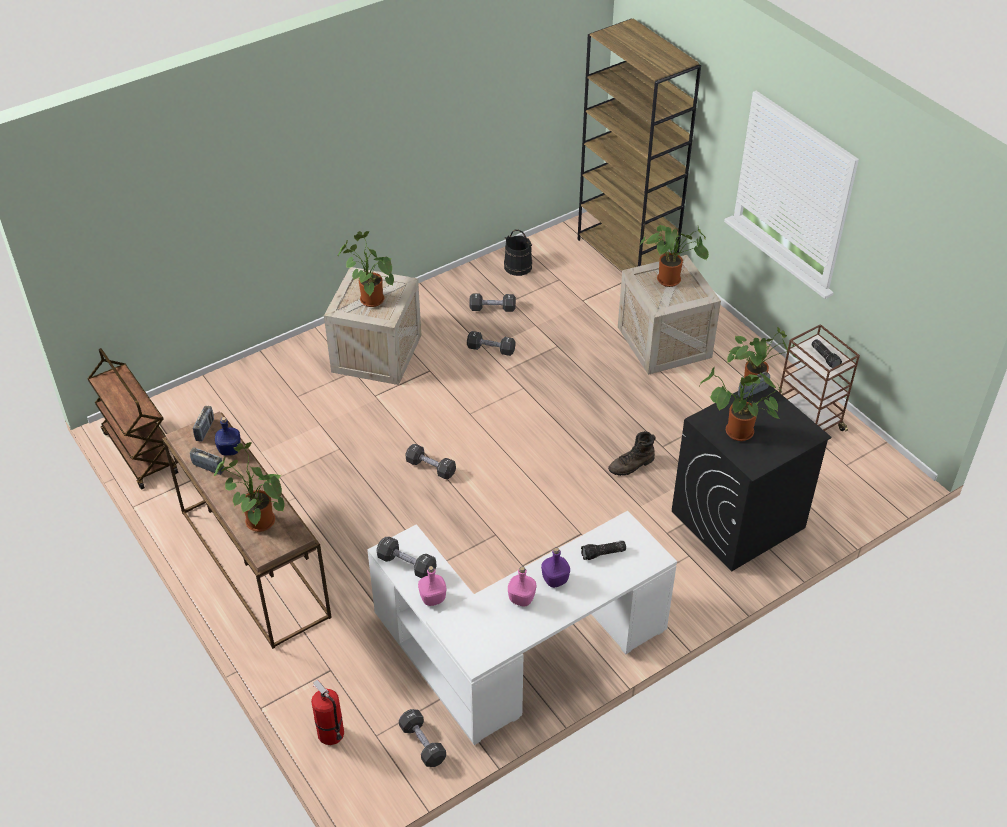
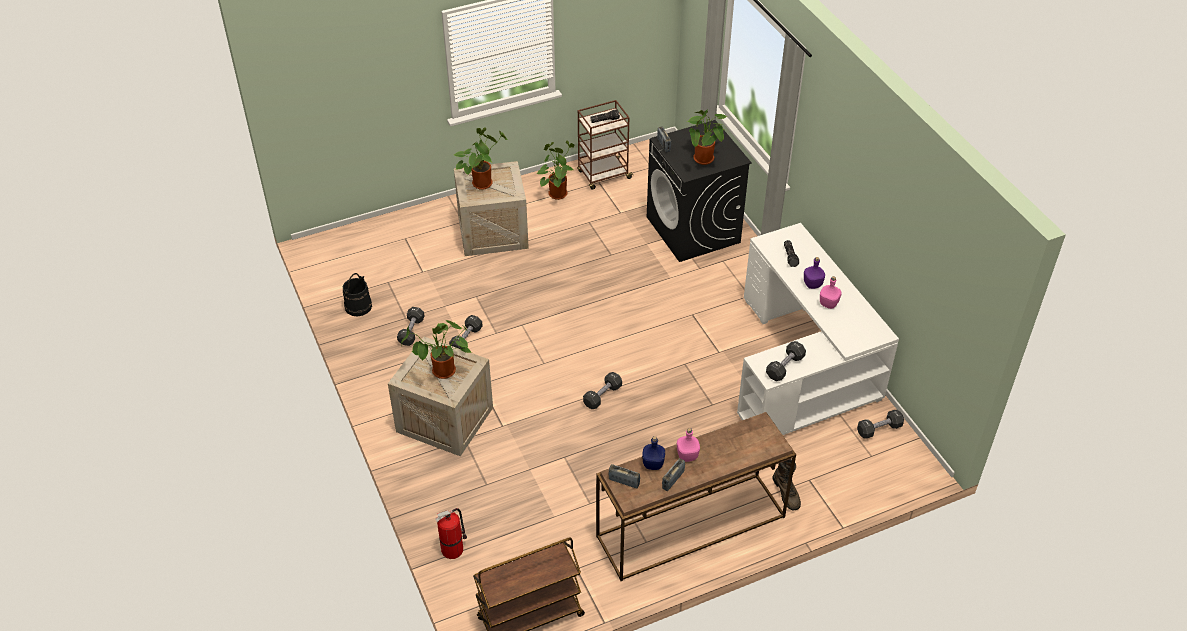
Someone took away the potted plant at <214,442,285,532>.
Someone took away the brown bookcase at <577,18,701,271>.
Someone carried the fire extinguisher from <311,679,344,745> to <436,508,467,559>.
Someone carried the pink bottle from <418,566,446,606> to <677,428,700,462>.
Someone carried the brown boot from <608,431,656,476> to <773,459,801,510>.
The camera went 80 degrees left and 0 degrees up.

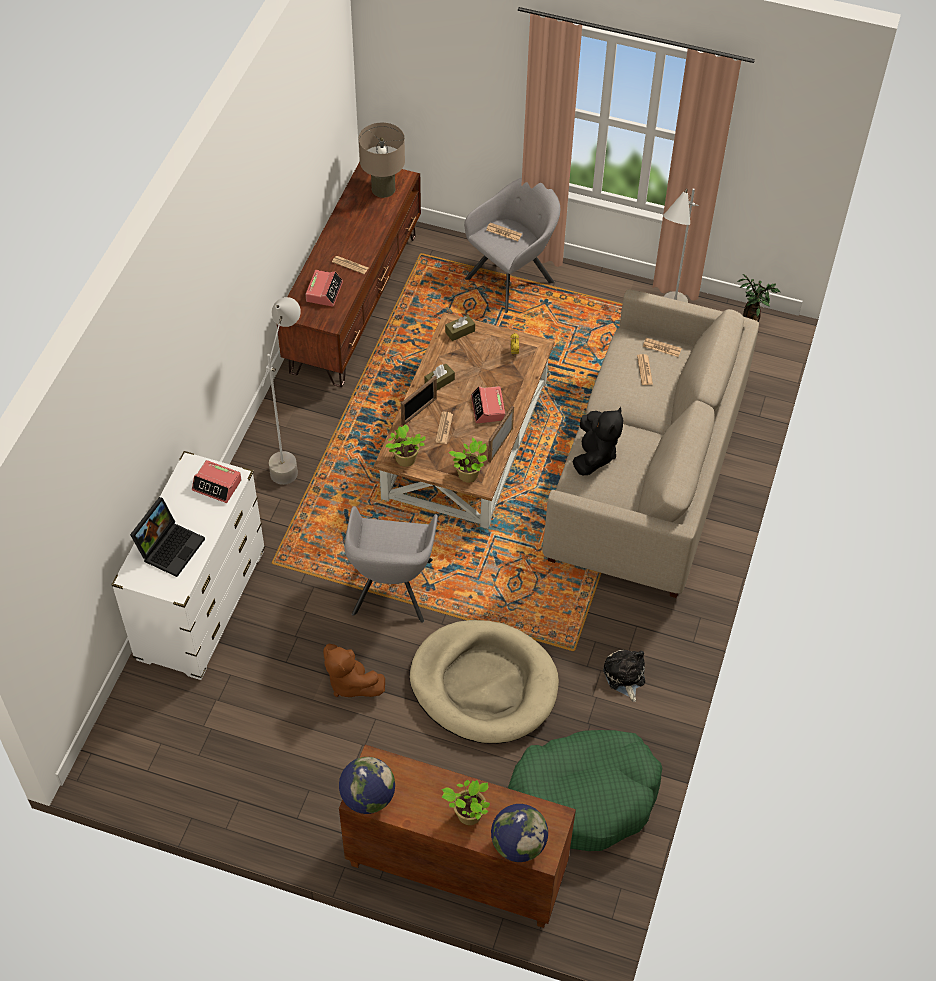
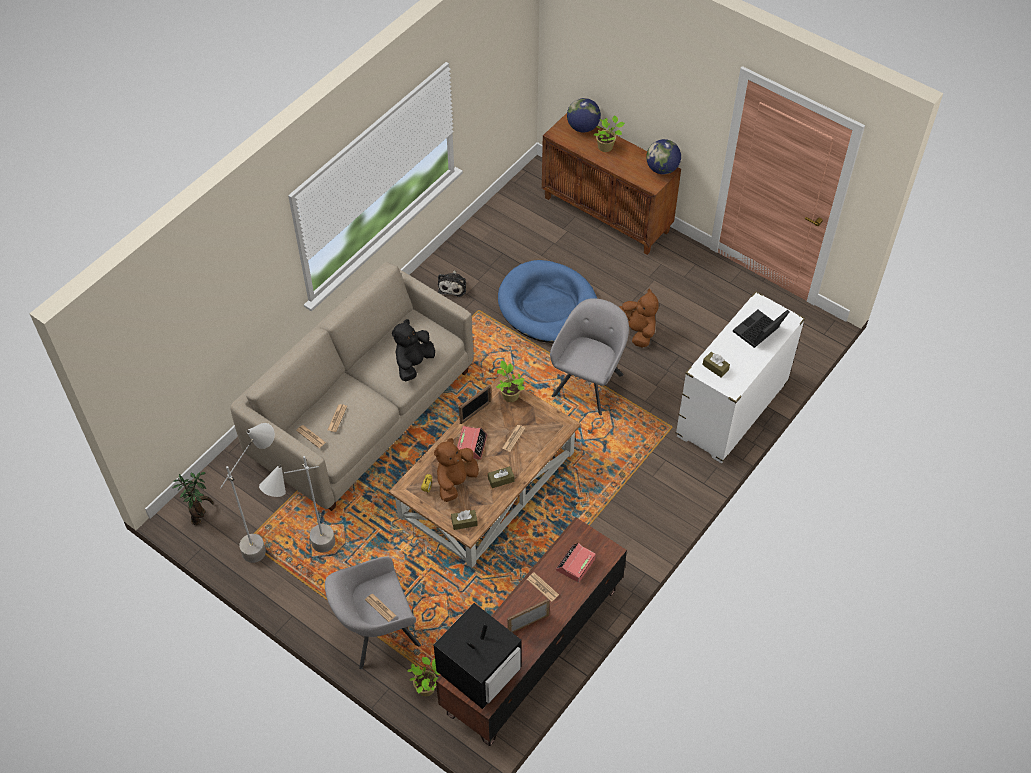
Someone took away the green dog bed at <508,730,662,851>.
Someone put down the brown plush toy at <434,438,479,502>.
Someone carried the grey floor lamp from <262,297,301,485> to <259,456,335,553>.
Someone carried the potted plant from <386,424,426,467> to <407,657,440,696>.
Someone carried the picture frame from <401,376,437,426> to <508,599,550,633>.
Someone swapped the alarm clock at <192,460,241,503> for the brown tissue box at <703,352,730,378>.
Someone swapped the beige table lamp at <359,123,405,198> for the television at <434,603,522,709>.
Someone repainted the beige dog bed at <410,620,559,744>, which became the blue dog bed at <498,260,597,343>.
The camera went 160 degrees left and 0 degrees up.

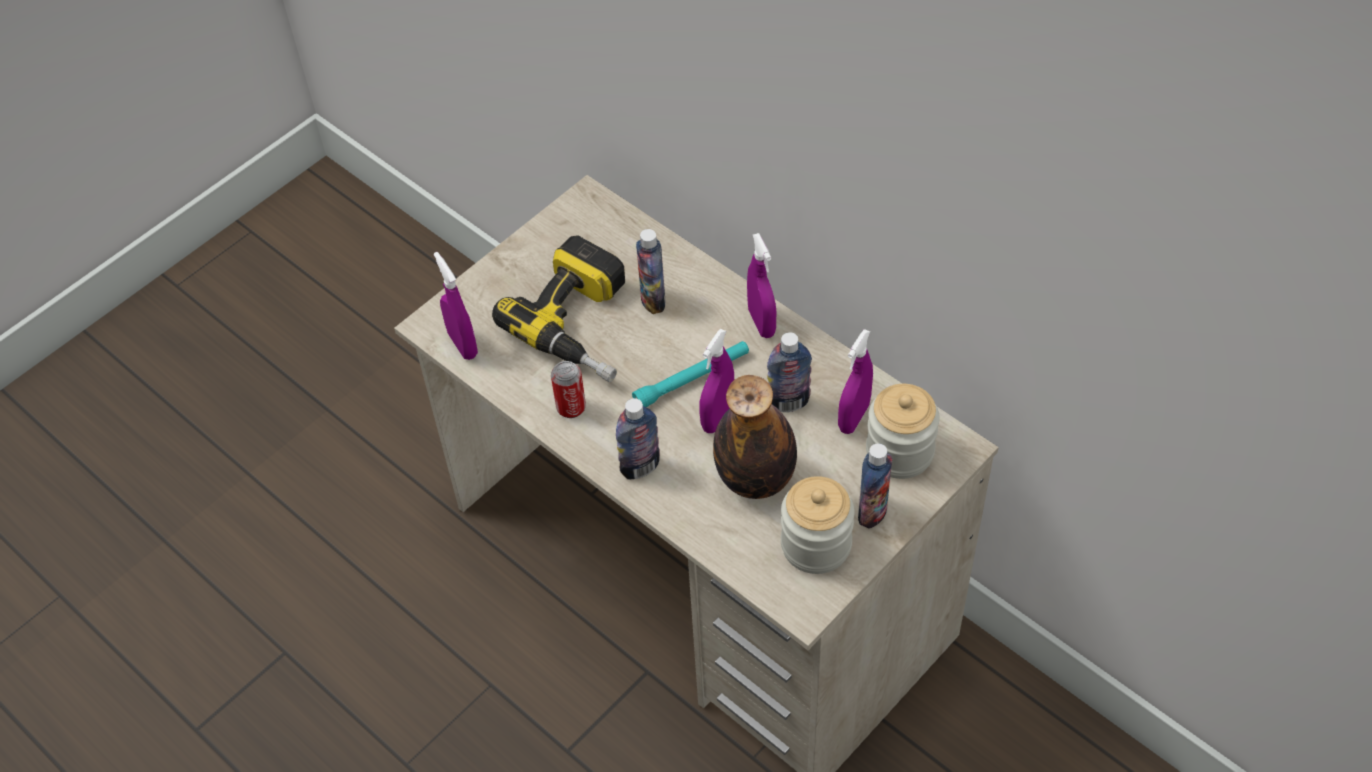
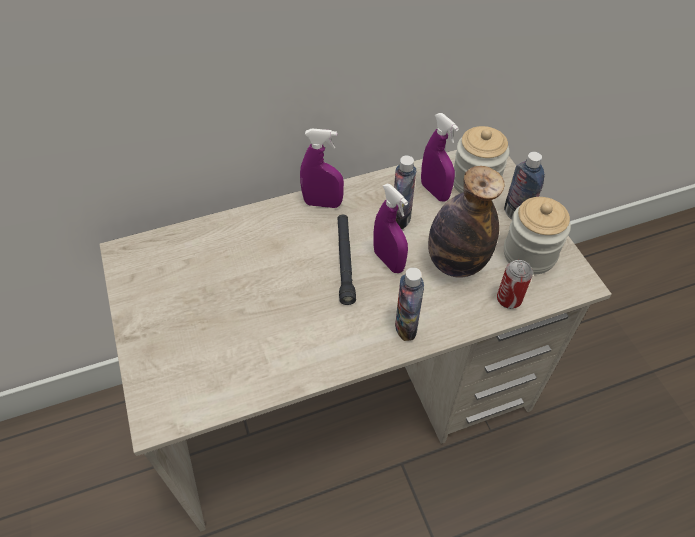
Someone took away the purple spray bottle at <434,252,478,360>.
Someone took away the power drill at <492,235,625,382>.
Someone took away the bottle at <636,229,666,314>.
Someone carried the can from <551,361,586,418> to <497,260,533,309>.
Someone repainted the turquoise flashlight at <632,341,749,407>, which became the black flashlight at <337,214,356,305>.
The camera went 65 degrees left and 0 degrees up.

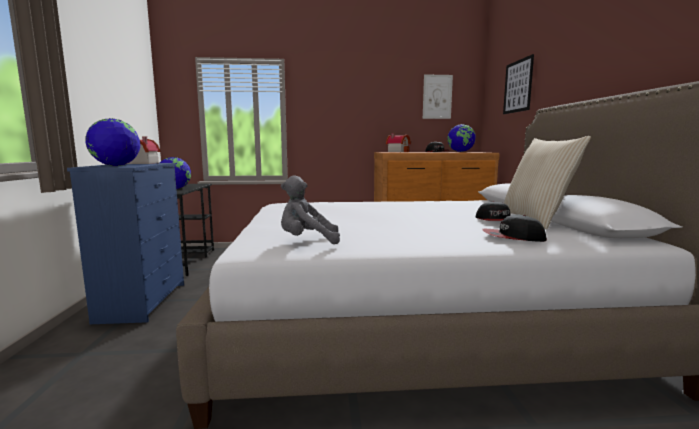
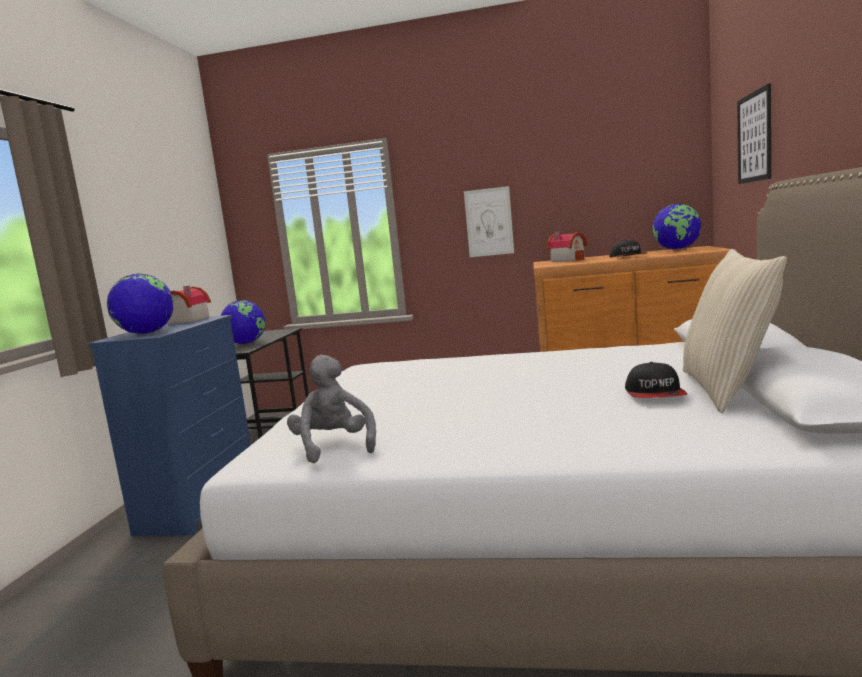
Someone took away the cap at <482,214,547,242>.
Someone carried the picture from <423,74,453,119> to <464,186,514,257>.
Someone rotated the grey plush toy at <281,175,340,244> by 60 degrees clockwise.
The camera went 15 degrees right and 0 degrees up.

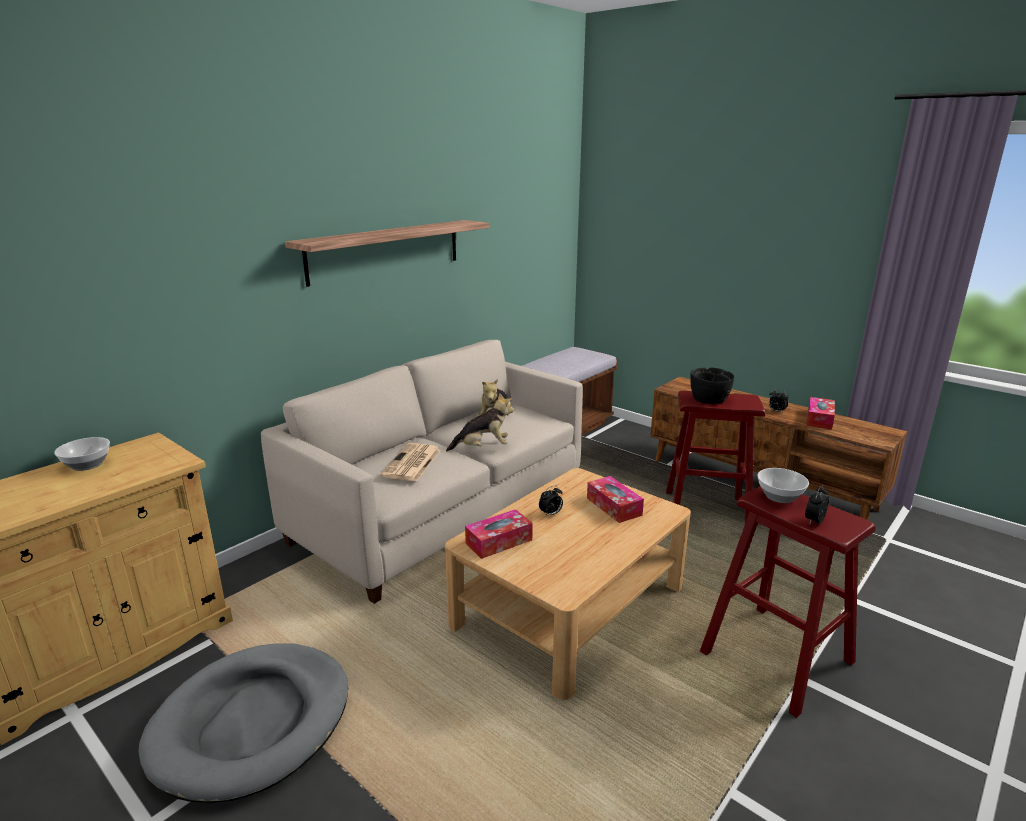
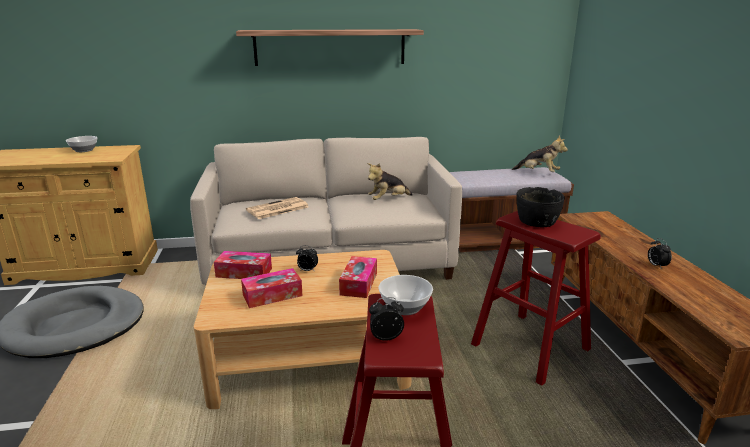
Someone carried the plush toy from <446,393,514,451> to <512,136,568,172>.
Someone carried the tissue box from <806,397,835,430> to <241,268,303,308>.
The camera went 40 degrees right and 0 degrees up.

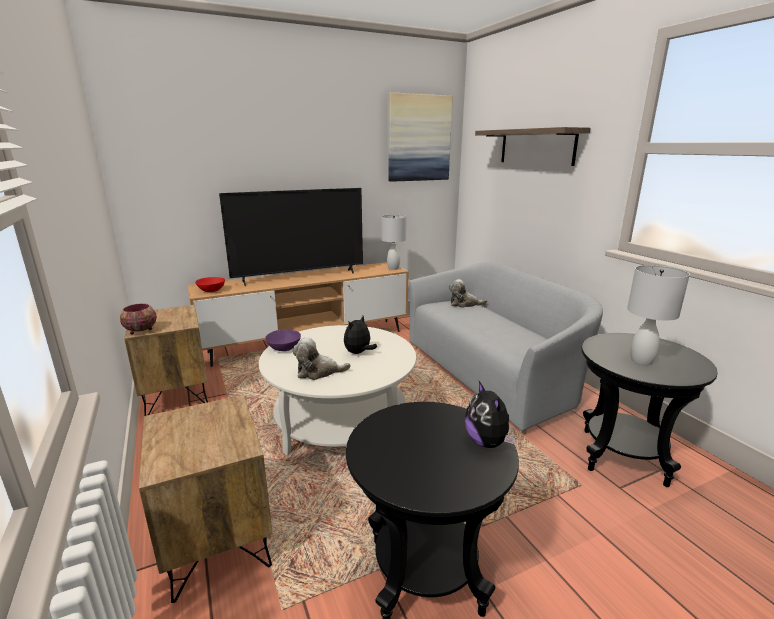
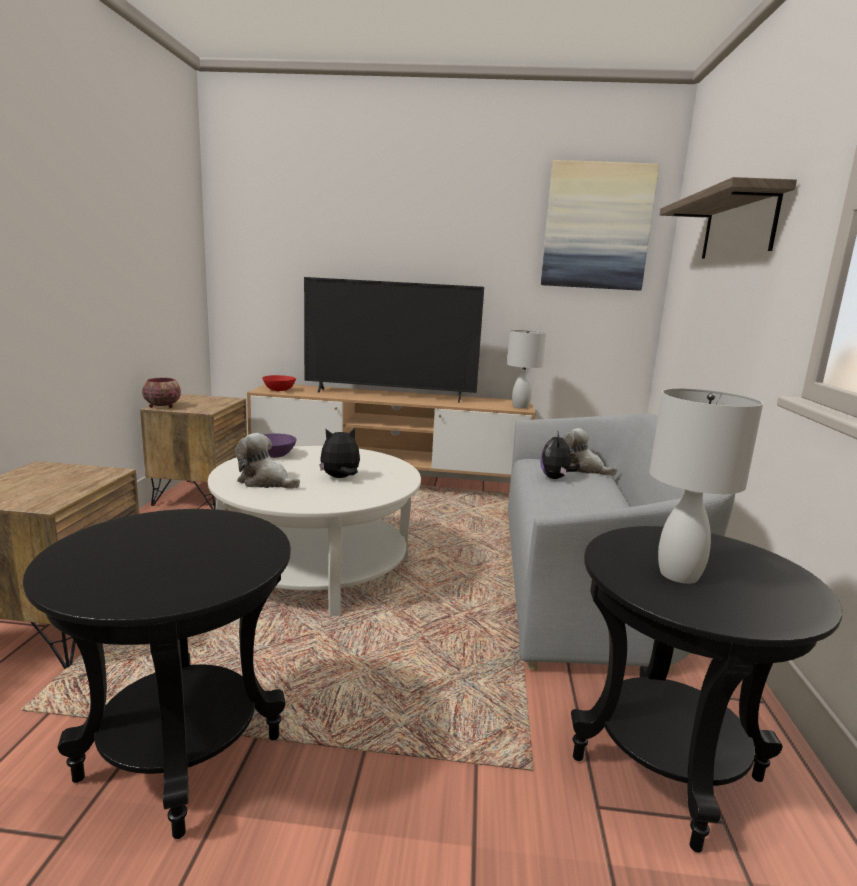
Someone carried the plush toy from <465,381,515,448> to <540,433,580,479>.
The camera went 30 degrees right and 5 degrees down.

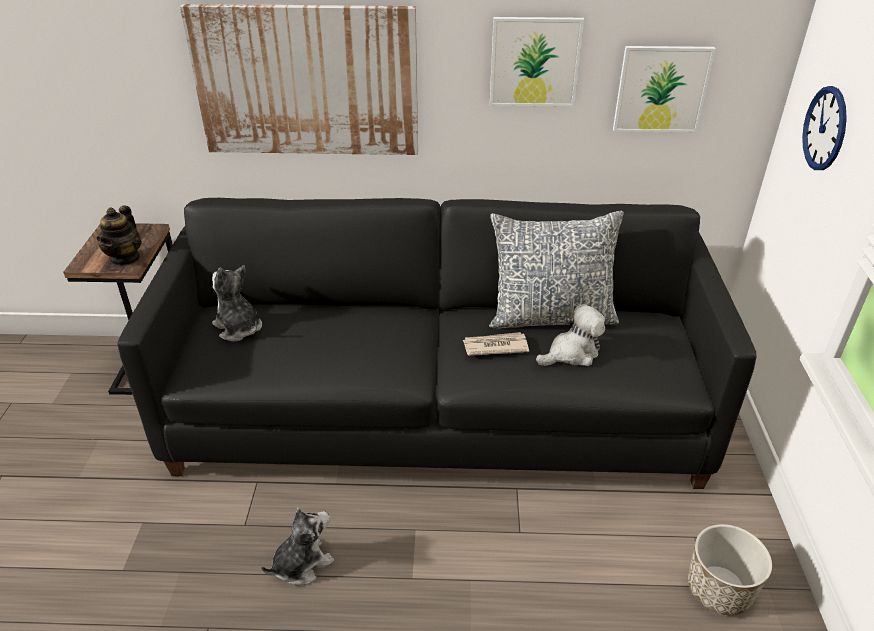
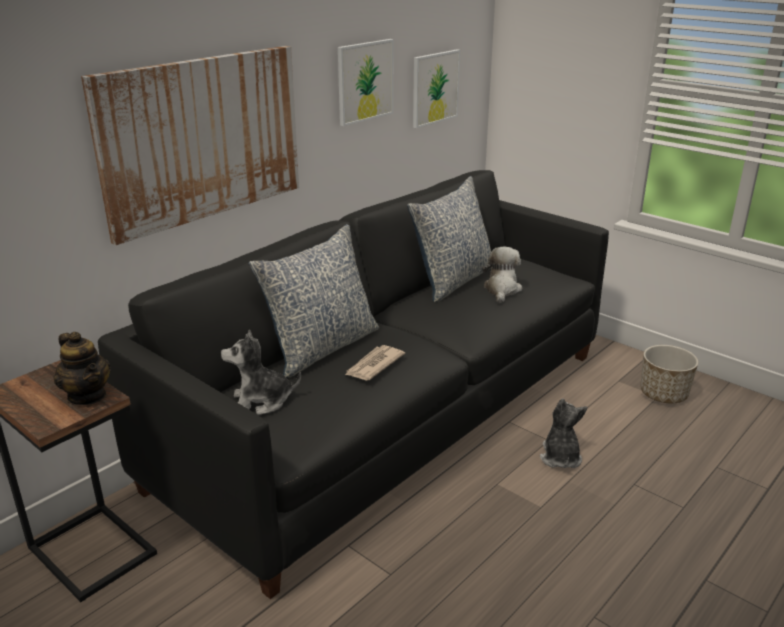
Someone took away the wall clock at <802,86,847,170>.
Someone put down the pillow at <249,224,379,378>.
Someone carried the plush toy from <261,507,334,585> to <540,398,587,468>.
Someone carried the newspaper from <463,332,529,356> to <345,345,405,380>.
The camera went 50 degrees left and 10 degrees down.

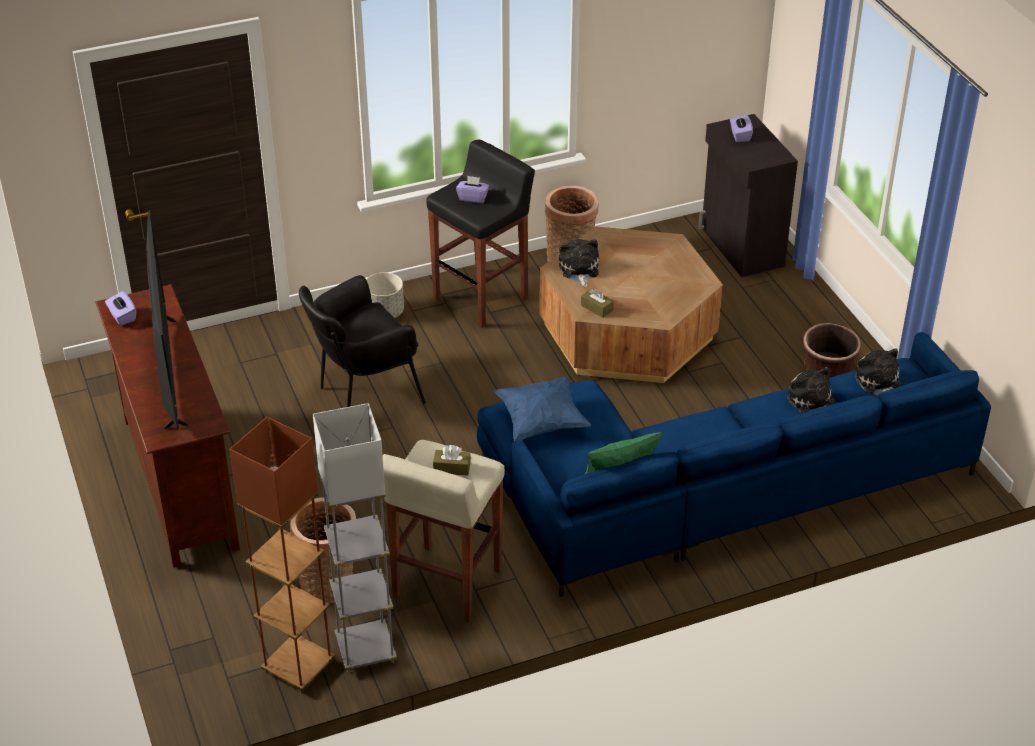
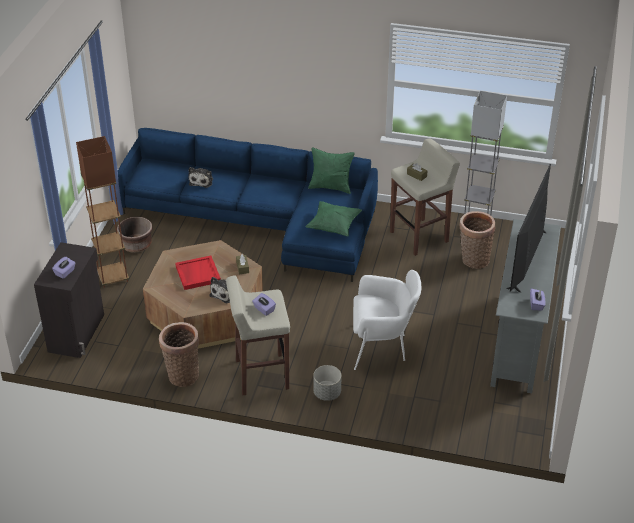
Someone took away the plush toy at <855,348,902,395>.
Someone put down the red tray at <175,255,221,290>.
Someone carried the brown floor lamp from <229,417,335,693> to <76,136,129,288>.
Someone repainted the brown tv stand at <95,284,240,568>, which became the grey tv stand at <490,219,561,393>.
Someone repainted the black armchair at <299,275,426,407>, which became the white armchair at <353,270,421,370>.
Someone repainted the black stool at <426,139,535,328>, which became the beige stool at <226,275,290,395>.
Someone repainted the blue pillow at <494,377,591,441>, which became the green pillow at <305,201,362,236>.
The camera went 145 degrees left and 0 degrees up.

